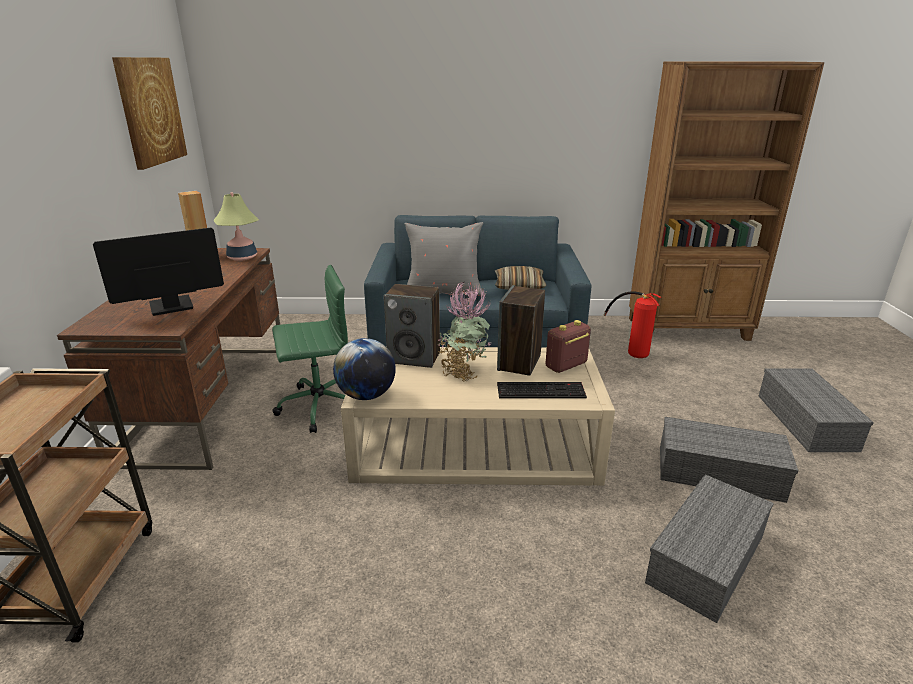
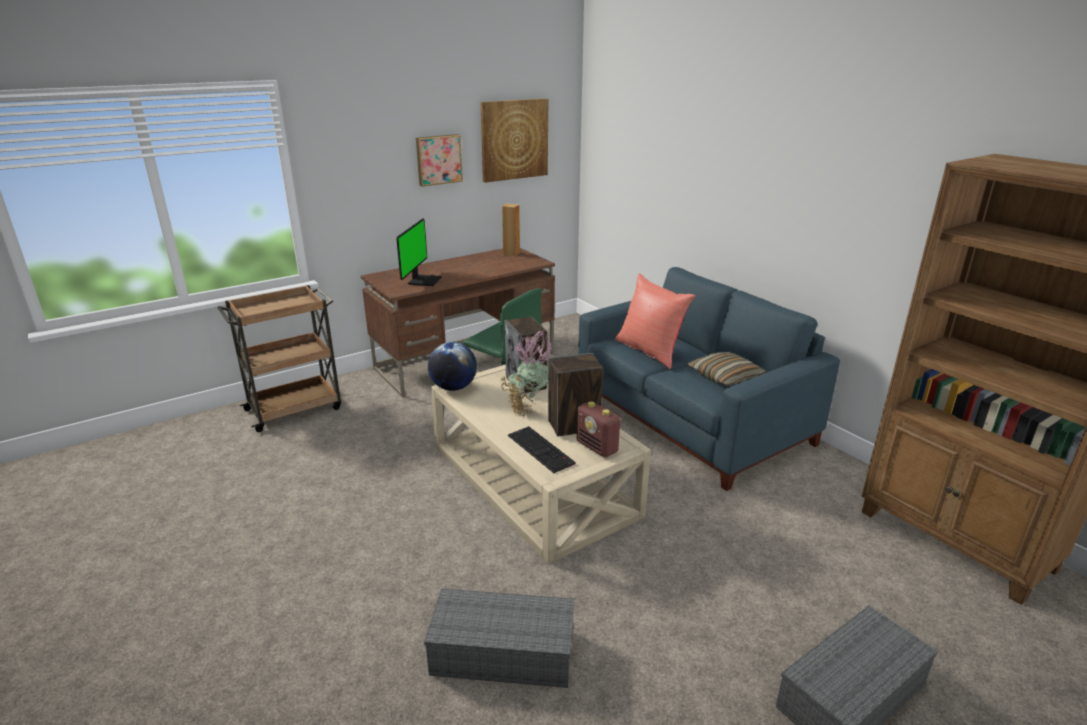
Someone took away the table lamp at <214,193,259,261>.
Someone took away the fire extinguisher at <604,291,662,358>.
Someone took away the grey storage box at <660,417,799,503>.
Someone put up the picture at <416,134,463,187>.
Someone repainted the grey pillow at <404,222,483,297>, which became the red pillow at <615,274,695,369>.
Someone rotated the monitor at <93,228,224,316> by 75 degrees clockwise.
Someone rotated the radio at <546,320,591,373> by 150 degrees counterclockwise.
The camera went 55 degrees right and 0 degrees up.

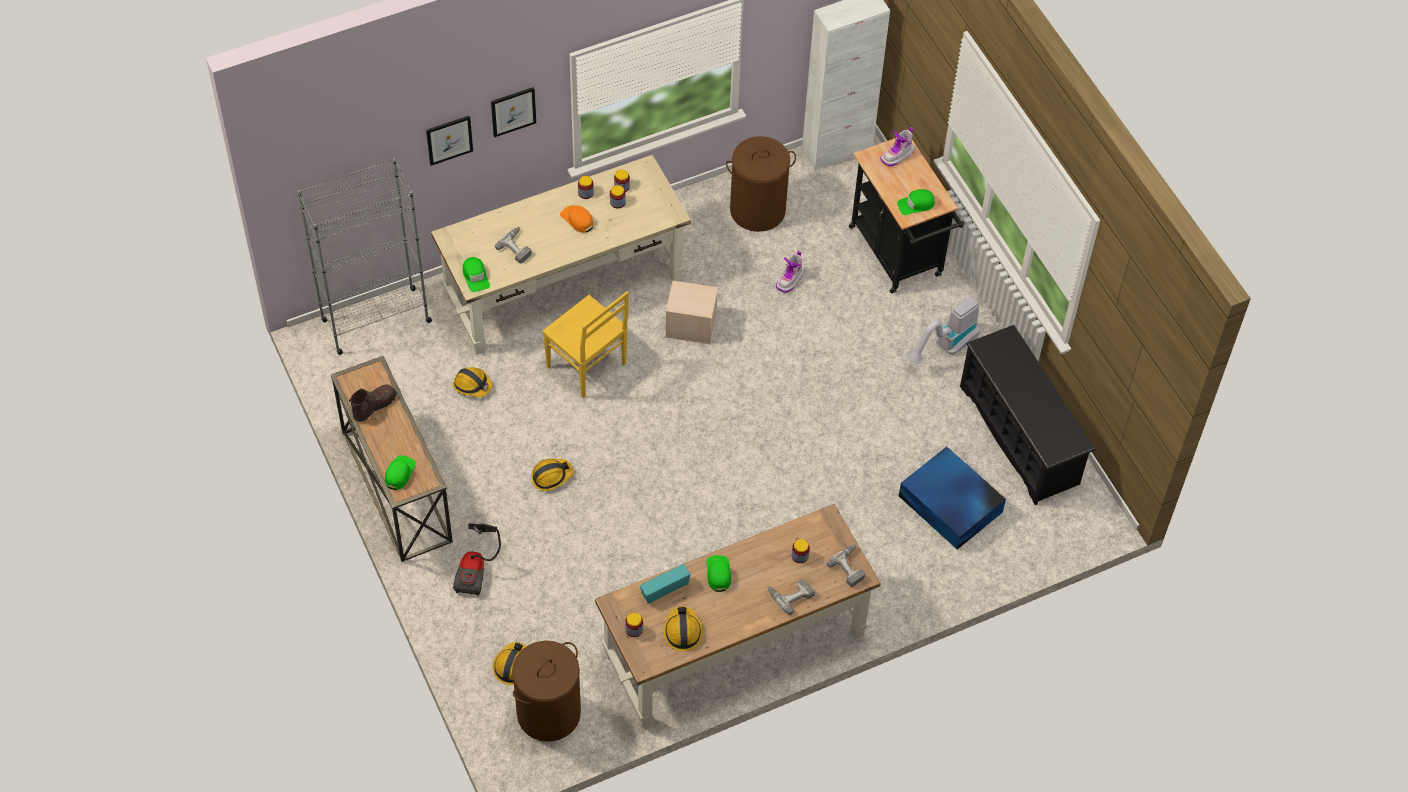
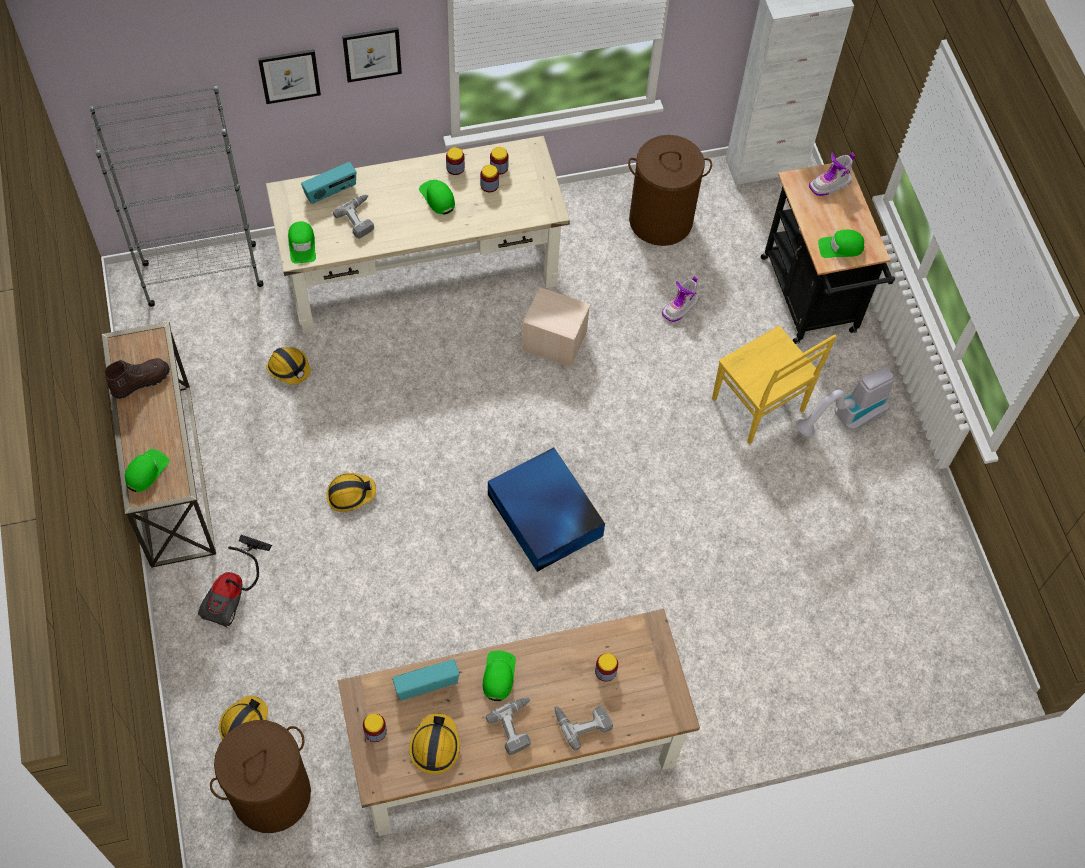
Someone took away the black shoe rack at <960,325,1096,505>.
Someone put down the radio at <301,162,356,204>.
Someone carried the yellow chair from <542,291,629,398> to <712,326,836,444>.
Someone carried the power drill from <826,544,865,587> to <486,697,531,755>.
Someone carried the blue storage box from <899,446,1006,550> to <488,447,605,572>.
Someone repainted the orange cap at <560,205,593,233>, which became the green cap at <419,180,455,215>.
The camera went 10 degrees right and 5 degrees up.

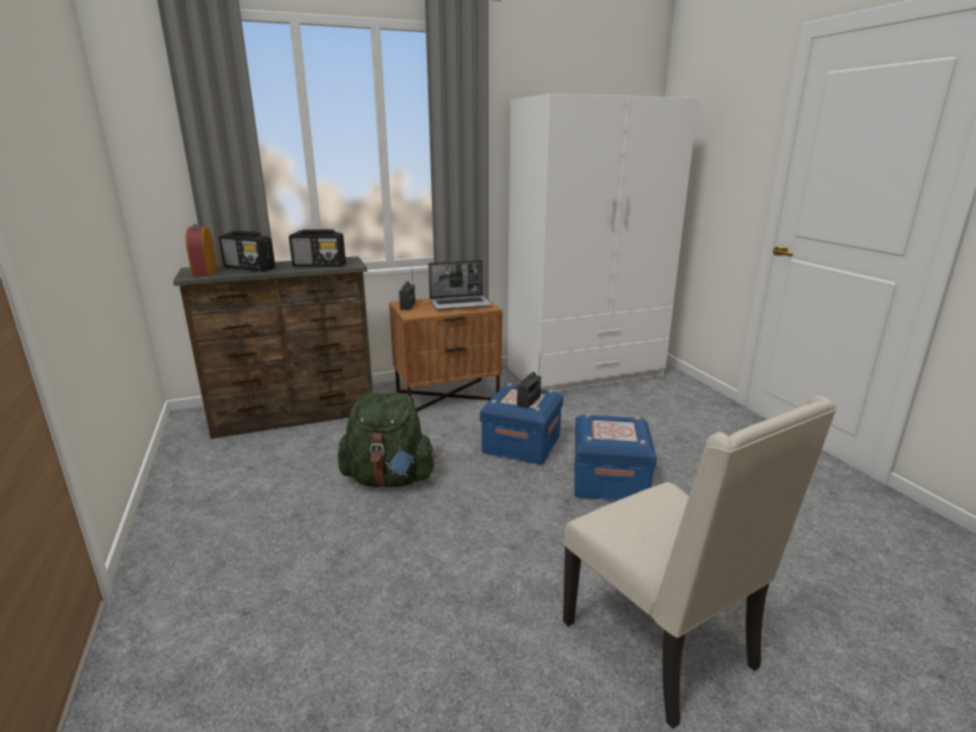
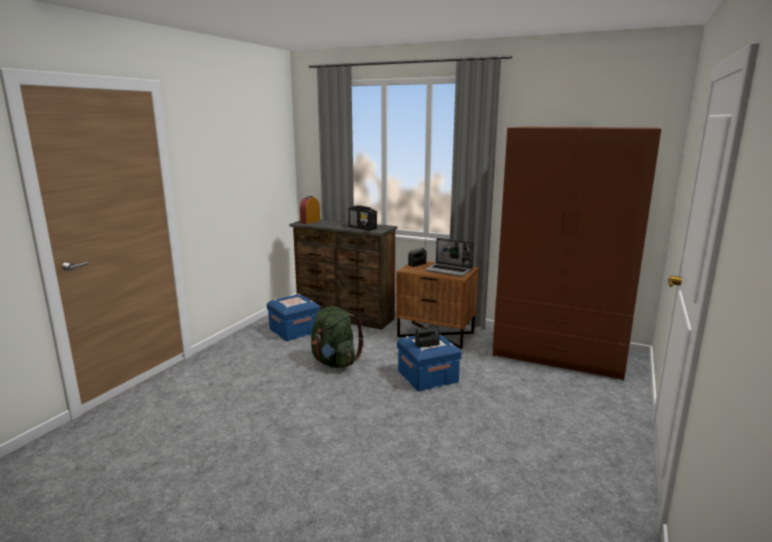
Someone took away the radio at <219,231,275,271>.
Someone took away the beige chair at <563,396,837,729>.
Someone carried the blue storage box from <574,414,657,501> to <267,294,320,341>.
Someone repainted the white wardrobe at <507,94,699,392>, which became the brown wardrobe at <493,127,661,380>.
The camera went 45 degrees right and 5 degrees down.

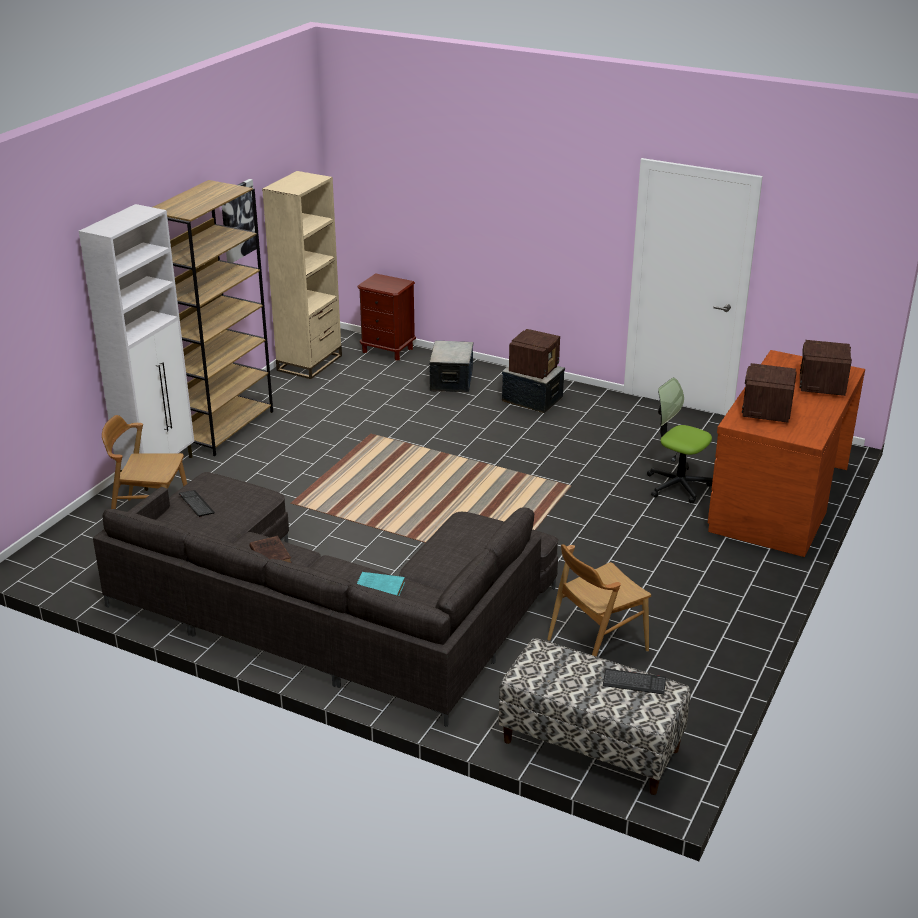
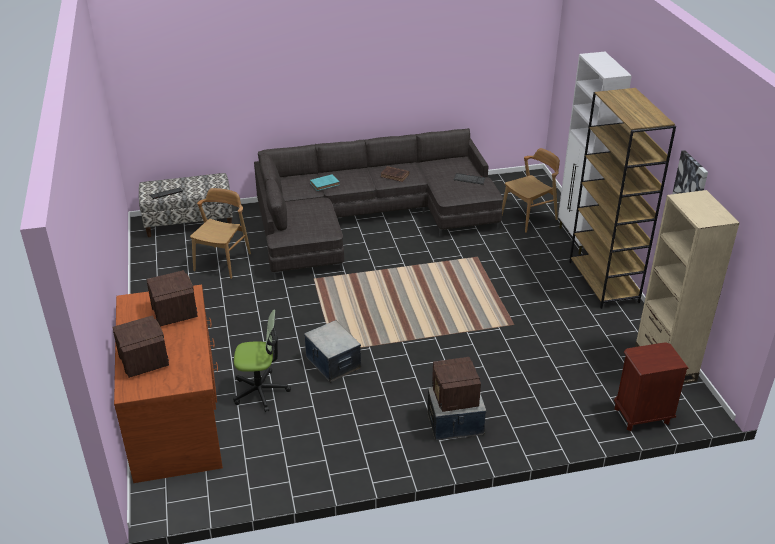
Someone carried the storage box from <429,340,474,392> to <304,320,361,382>.
The camera went 140 degrees right and 5 degrees up.

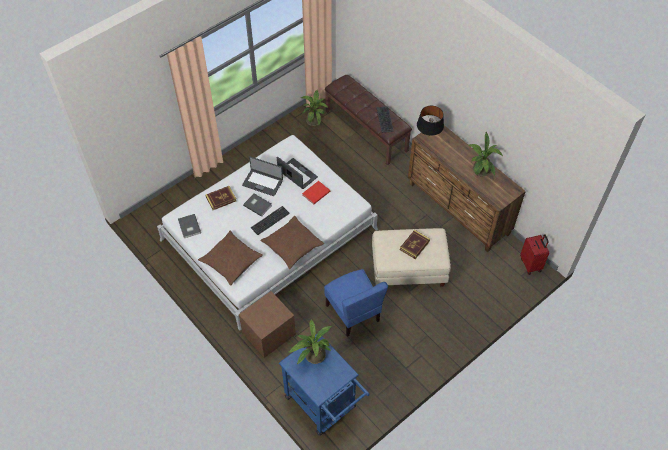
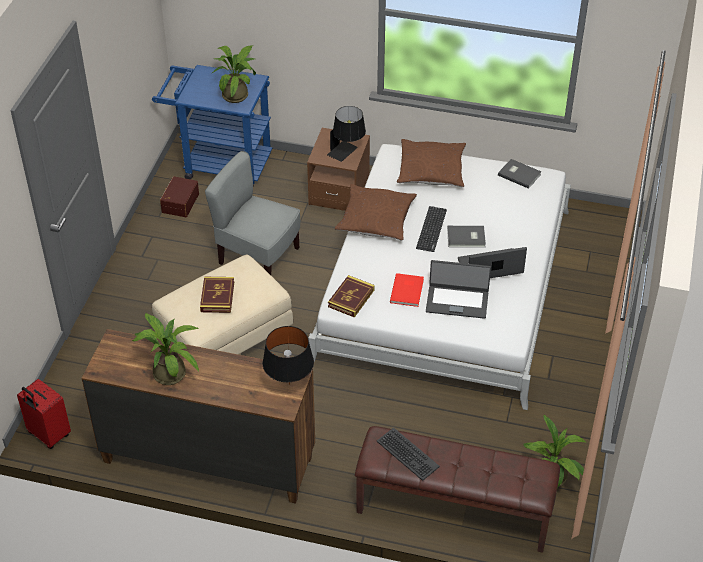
Someone put down the brown storage box at <160,176,199,217>.
Someone put down the black table lamp at <327,106,366,162>.
Someone carried the book from <206,186,236,210> to <328,275,375,318>.
Someone repainted the blue chair at <324,269,388,337>, which became the grey chair at <205,151,300,275>.
The camera went 145 degrees right and 10 degrees down.

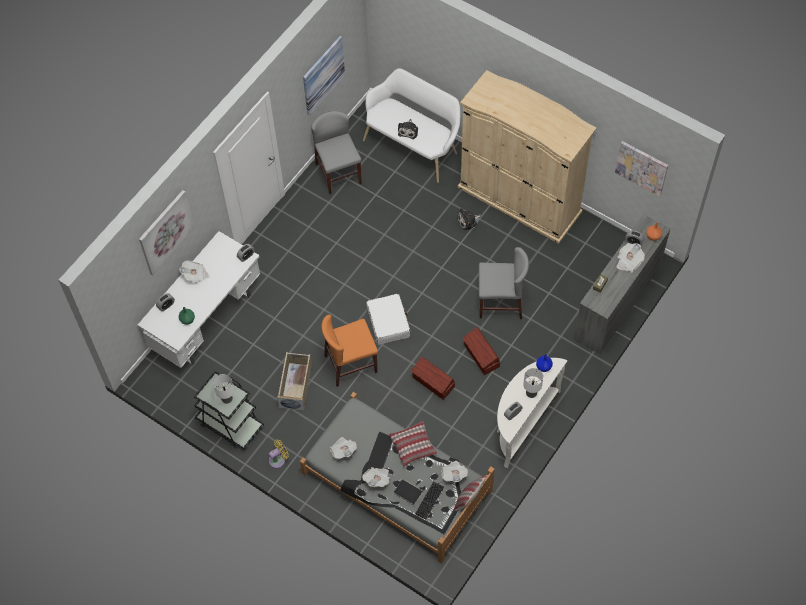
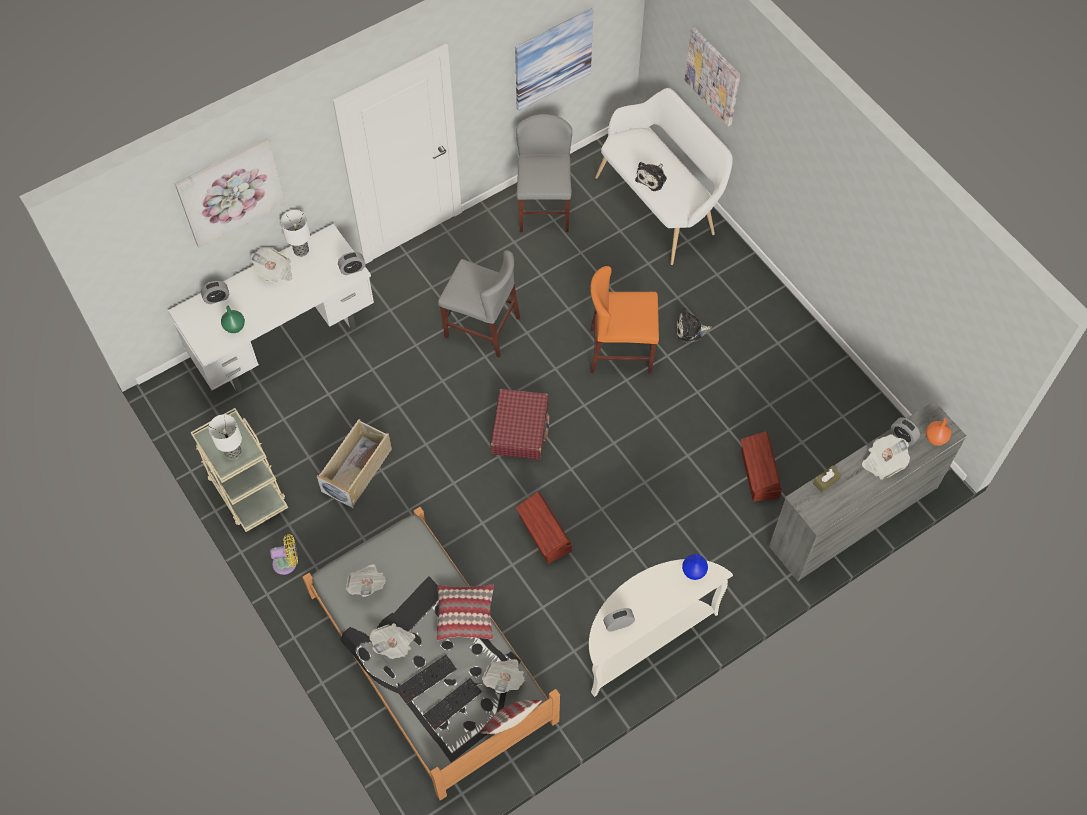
Someone took away the beige wardrobe at <458,70,597,244>.
Someone carried the orange chair from <322,315,378,387> to <590,266,659,373>.
Someone carried the brown storage box from <463,327,500,375> to <741,431,782,502>.
Someone carried the grey chair from <479,247,529,319> to <438,250,520,358>.
Someone carried the table lamp from <523,368,543,398> to <281,210,310,257>.
Someone carried the picture from <615,141,668,197> to <685,27,740,126>.
Someone swapped the book at <394,479,423,506> for the keyboard at <396,655,457,703>.
Someone repainted the black cart at <194,371,264,450>, which became the beige cart at <190,408,288,532>.
Someone repainted the white suitcase at <366,294,410,345>, which became the red suitcase at <491,389,549,460>.
The camera went 20 degrees right and 0 degrees up.

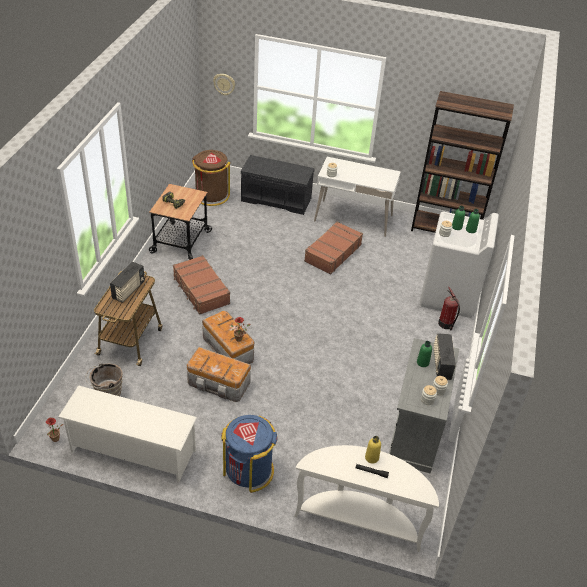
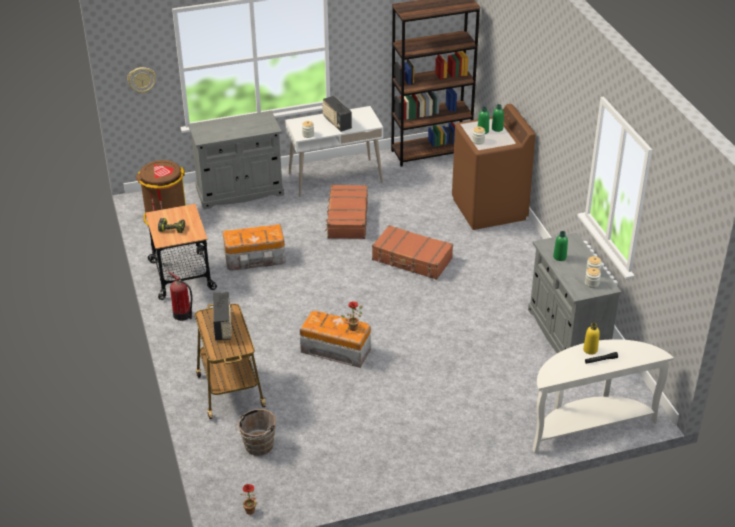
Someone took away the white shoe rack at <58,385,197,483>.
Someone took away the blue trash can at <221,415,277,493>.
Someone carried the brown suitcase from <173,255,230,315> to <372,225,453,280>.
Someone carried the storage box from <187,347,251,402> to <223,224,286,271>.
Someone carried the radio from <434,333,456,380> to <322,96,352,132>.
Someone carried the fire extinguisher from <438,287,460,330> to <168,271,192,321>.
Someone swapped the grey bench at <241,155,314,215> for the grey cabinet at <188,111,284,209>.
Someone repainted the white washing machine at <420,212,499,318>, which became the brown washing machine at <452,104,536,230>.
The camera went 30 degrees left and 5 degrees down.

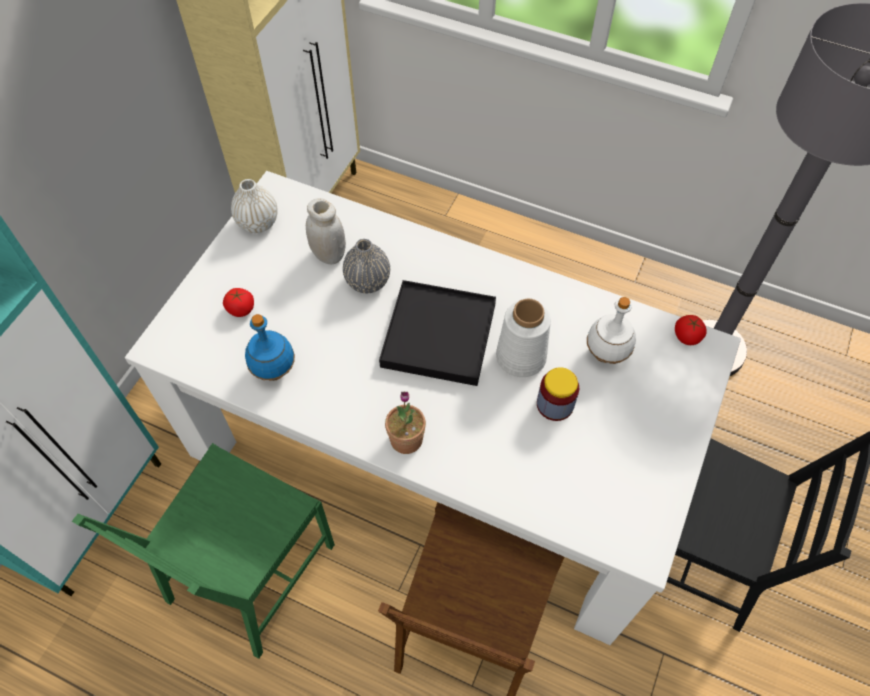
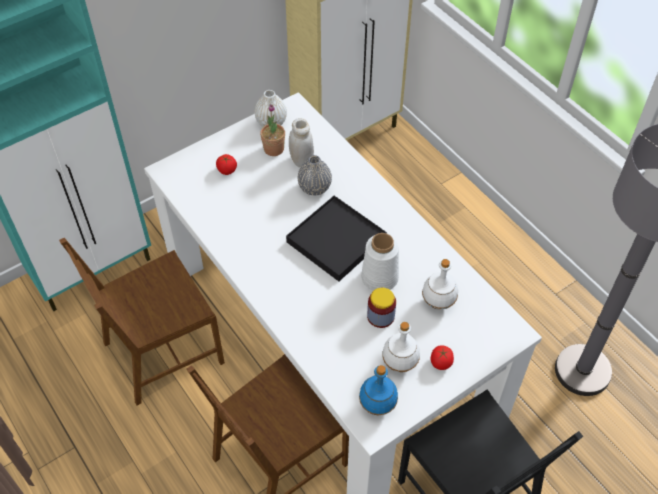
Someone put down the white bottle at <382,322,420,372>.
Someone carried the blue bottle from <245,314,295,381> to <359,365,398,415>.
Someone carried the potted plant from <385,392,426,454> to <260,104,285,156>.
Someone carried the tomato from <675,315,707,345> to <431,345,454,370>.
Someone repainted the green chair at <72,443,335,659>, which became the brown chair at <59,238,225,405>.
The camera went 30 degrees right and 5 degrees down.

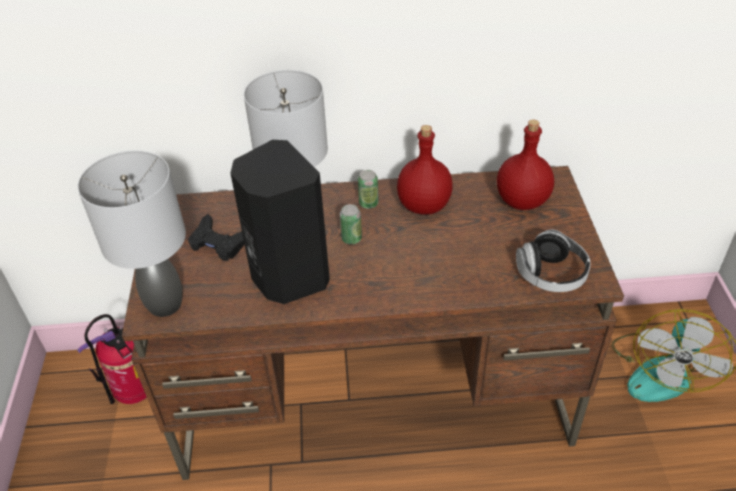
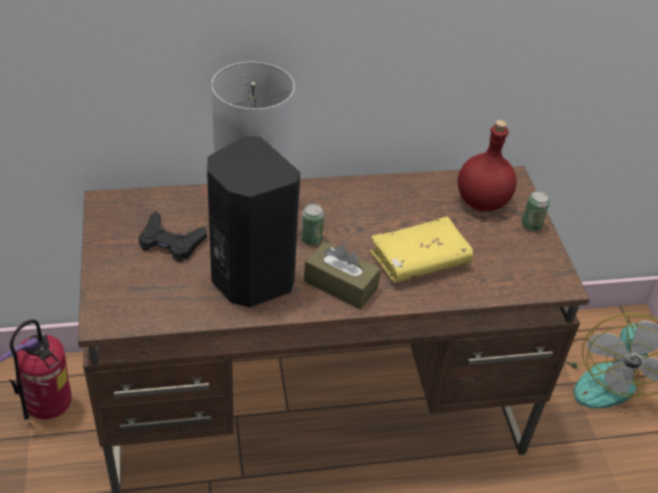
Someone took away the grey table lamp at <78,151,186,317>.
Someone took away the red bottle at <397,125,453,215>.
Someone took away the headphones at <516,230,591,292>.
Someone put down the brown tissue box at <304,241,381,309>.
Someone put down the yellow book at <370,217,473,283>.
Someone carried the can from <358,170,378,209> to <522,191,550,231>.
The camera went 10 degrees left and 0 degrees up.

